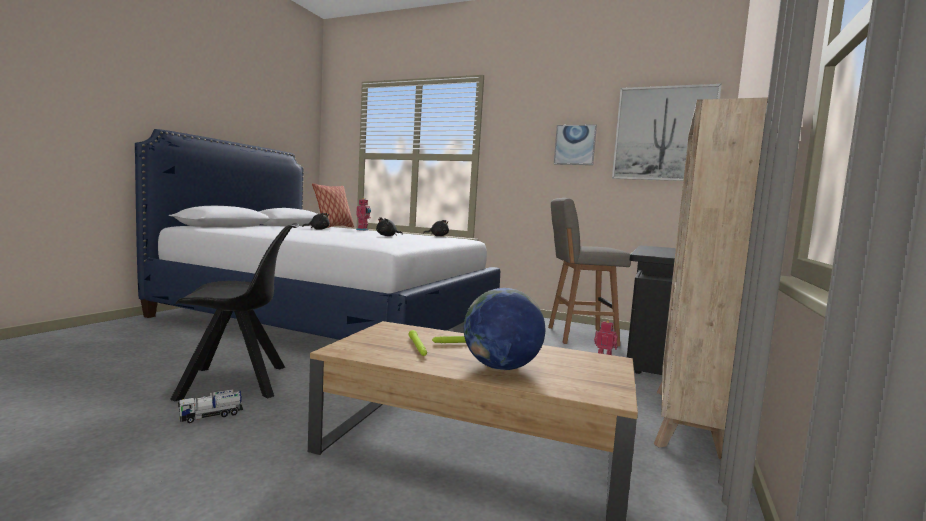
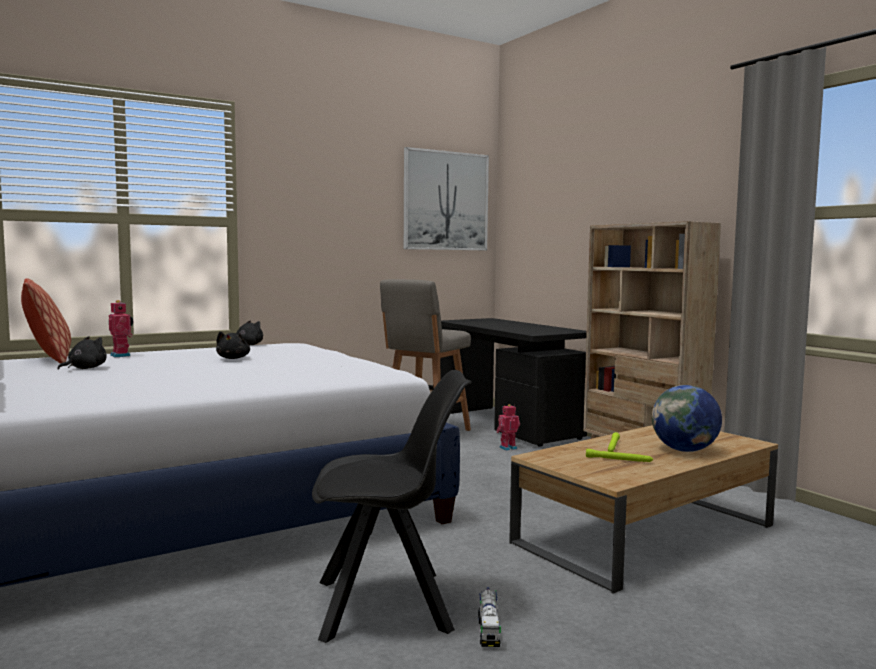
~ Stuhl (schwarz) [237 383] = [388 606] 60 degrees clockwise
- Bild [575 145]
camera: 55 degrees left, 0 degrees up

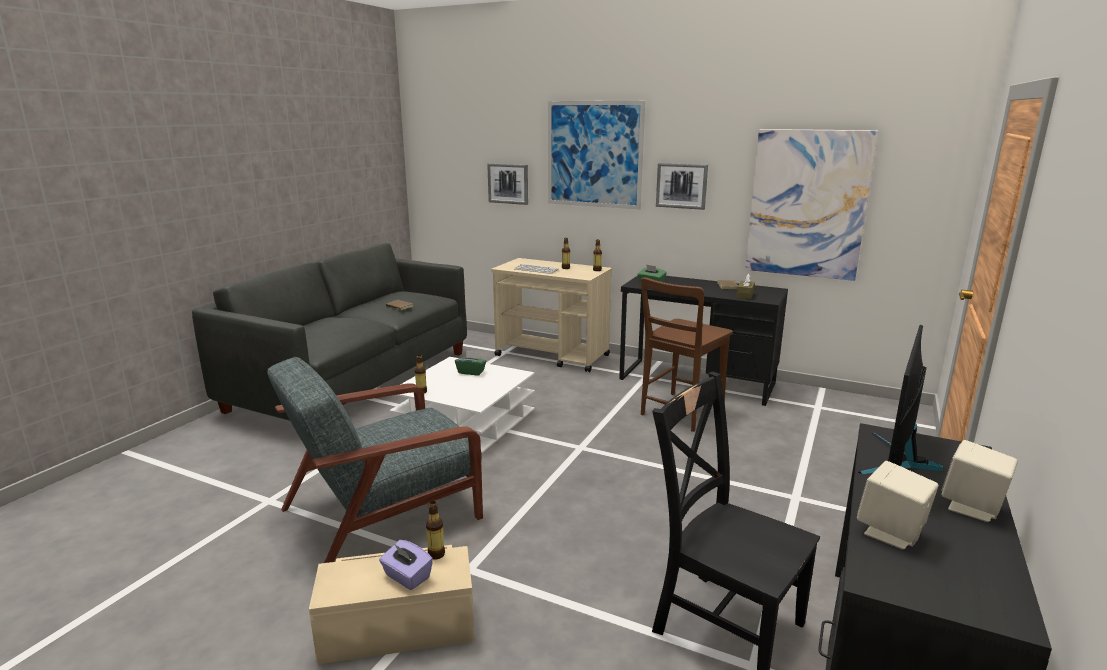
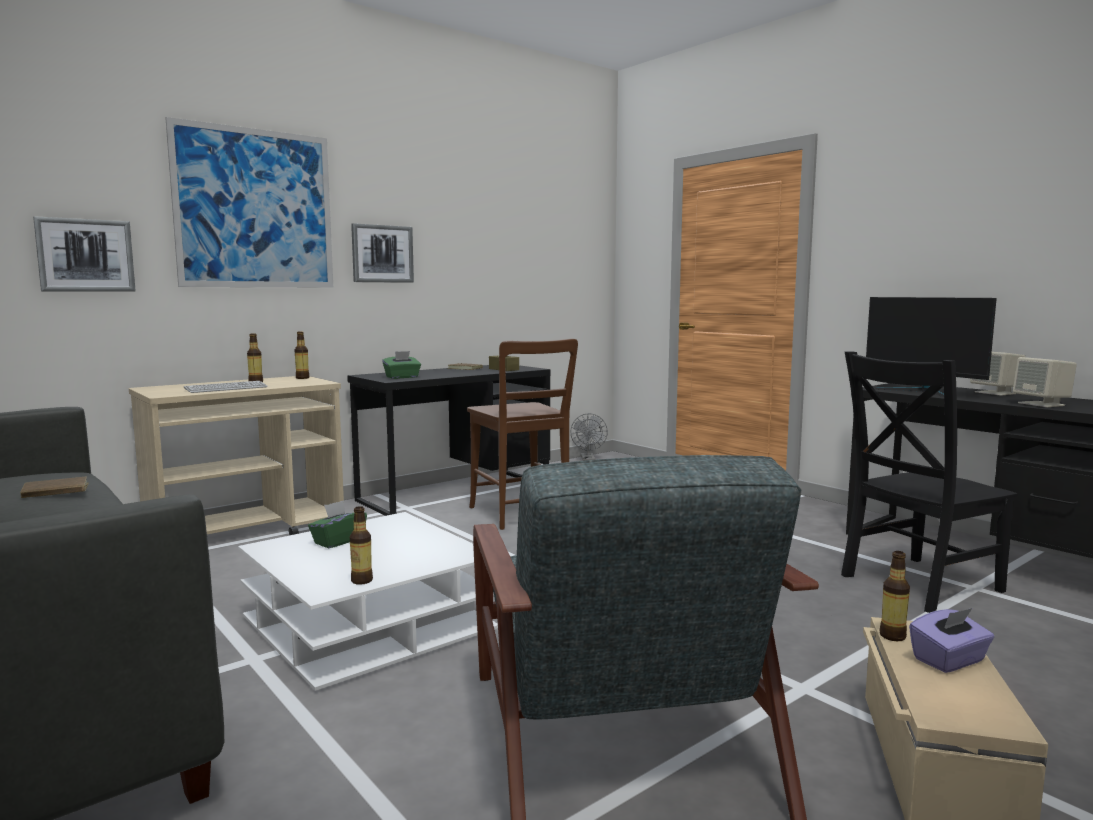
+ Ventilator (grau) [588 459]
- Bild [807 204]
camera: 65 degrees left, 10 degrees down

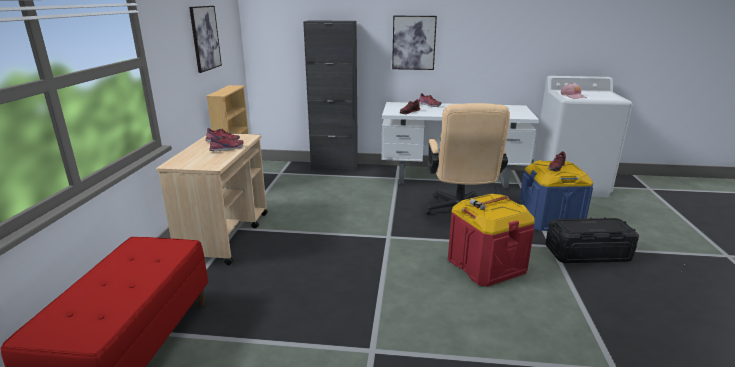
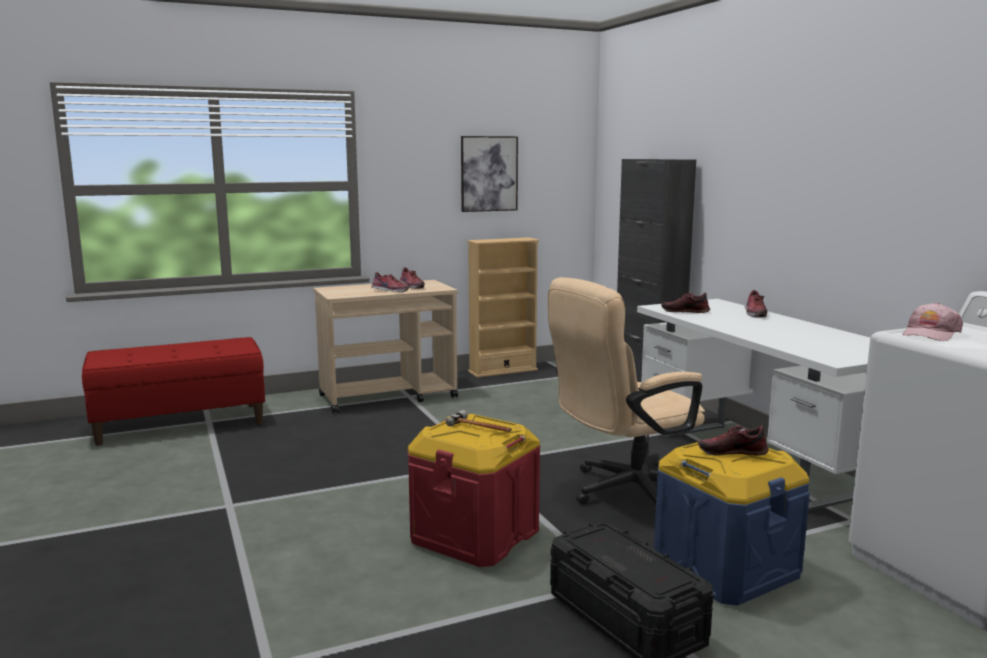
- Bild [413 43]
camera: 60 degrees right, 10 degrees down

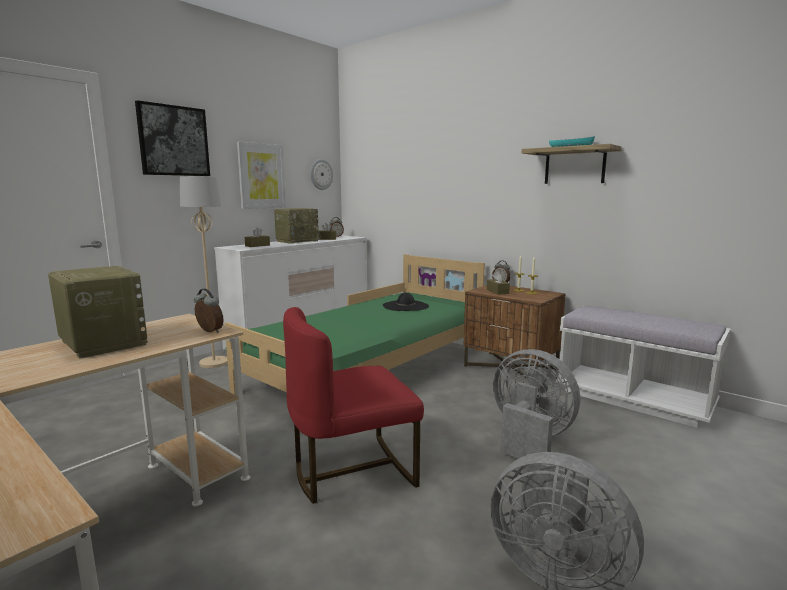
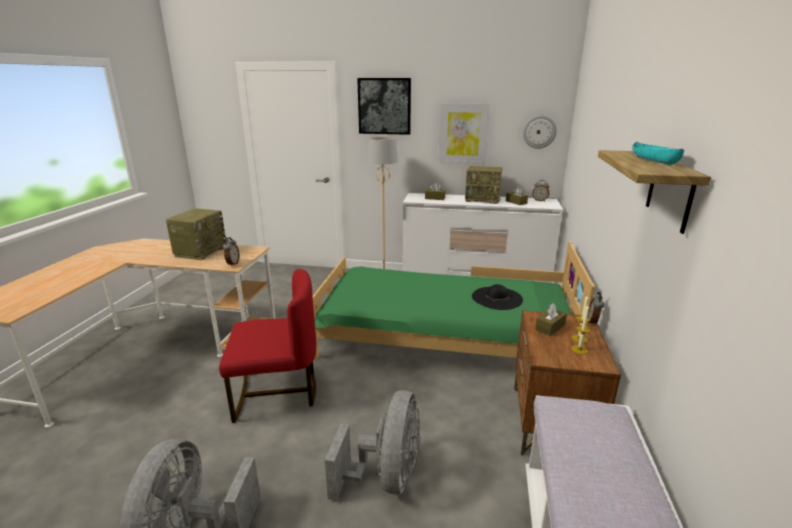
~ Stuhl (rot) [351 471] = [277 393] 135 degrees clockwise
camera: 60 degrees right, 10 degrees up

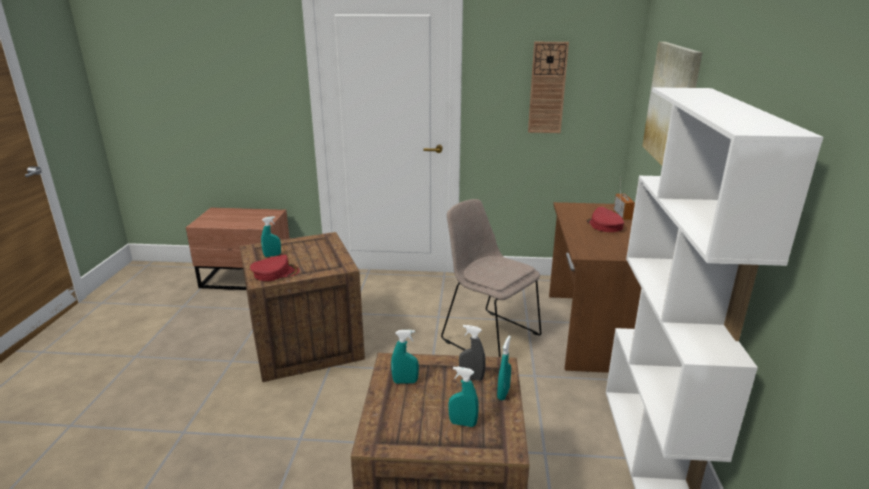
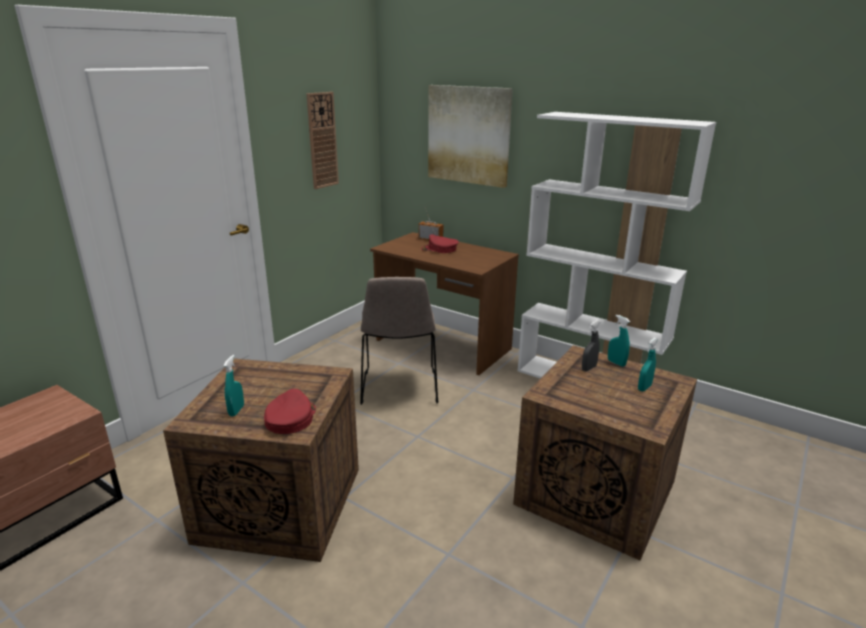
~ Stuhl (beige) [488 336] = [399 389] 75 degrees counterclockwise
- Sprühflasche (türkis) [405 382]
camera: 60 degrees left, 0 degrees up

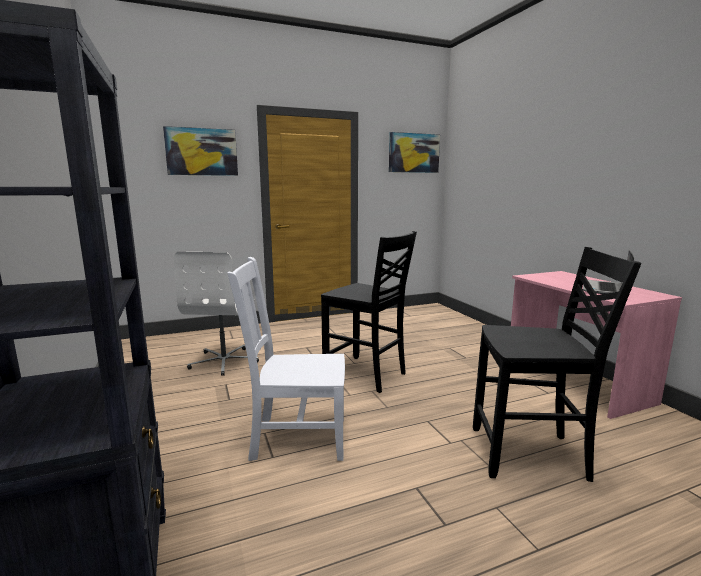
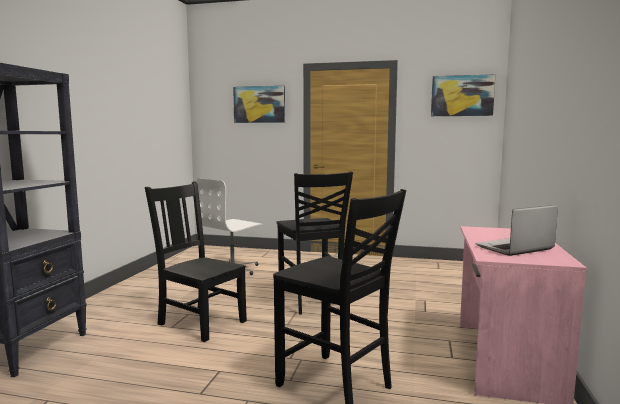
~ Stuhl (weiß) [295 437] to Stuhl (schwarz) [200 322]
camera: 35 degrees right, 5 degrees down

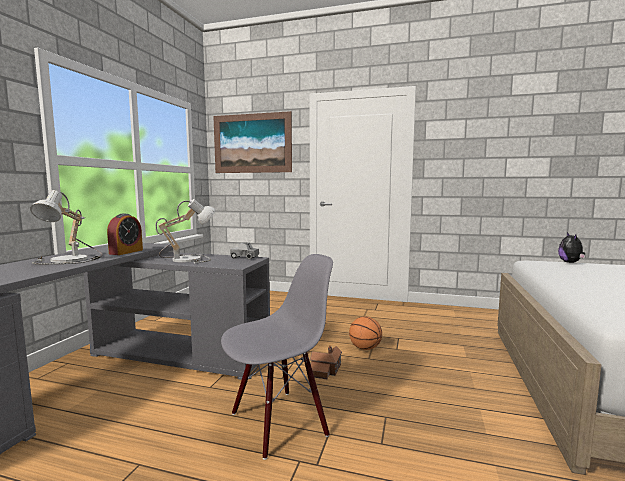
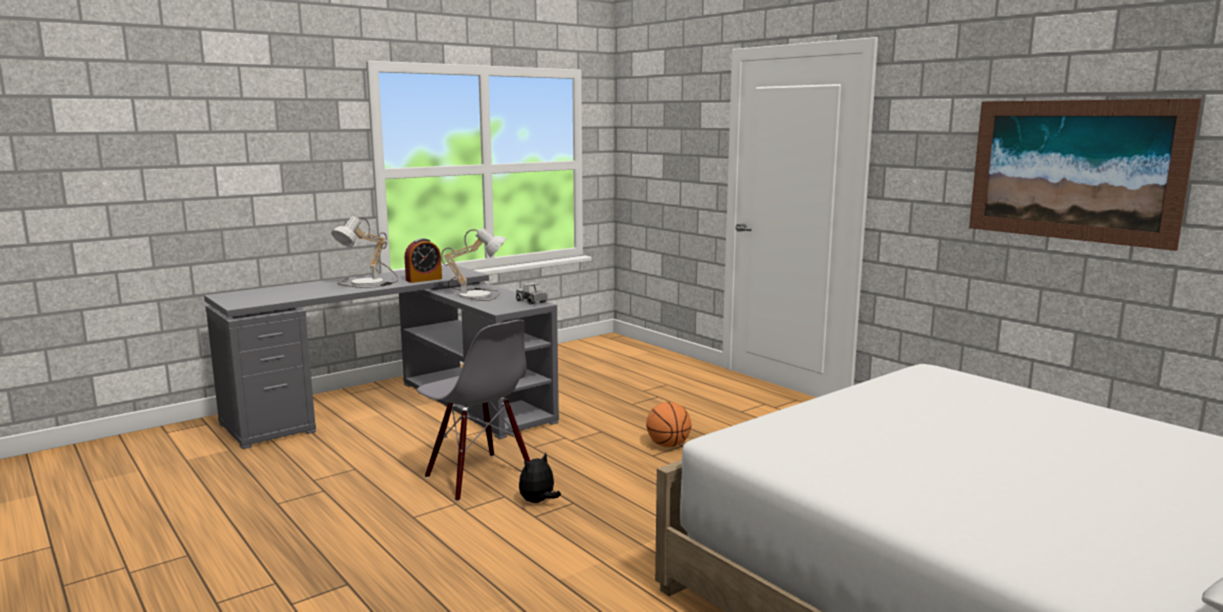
~ Stuhl (grau) [278 422] = [478 476] 45 degrees clockwise
~ Plüschtier [571 262] to [538 502]
~ Bild [252 143] to [1073 170]
- Spielzeughaus [325 370]
camera: 35 degrees right, 5 degrees up

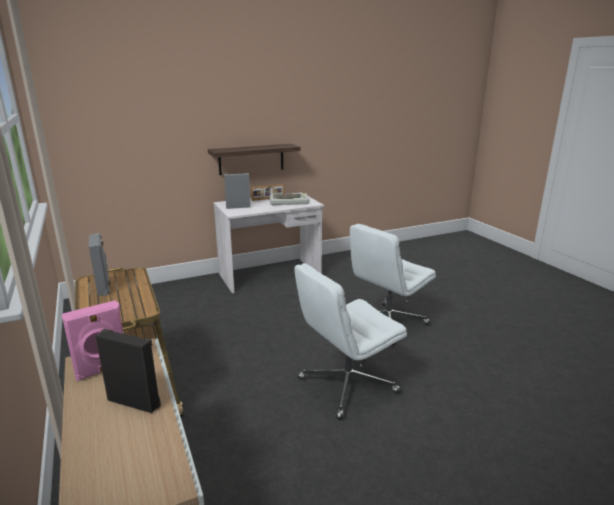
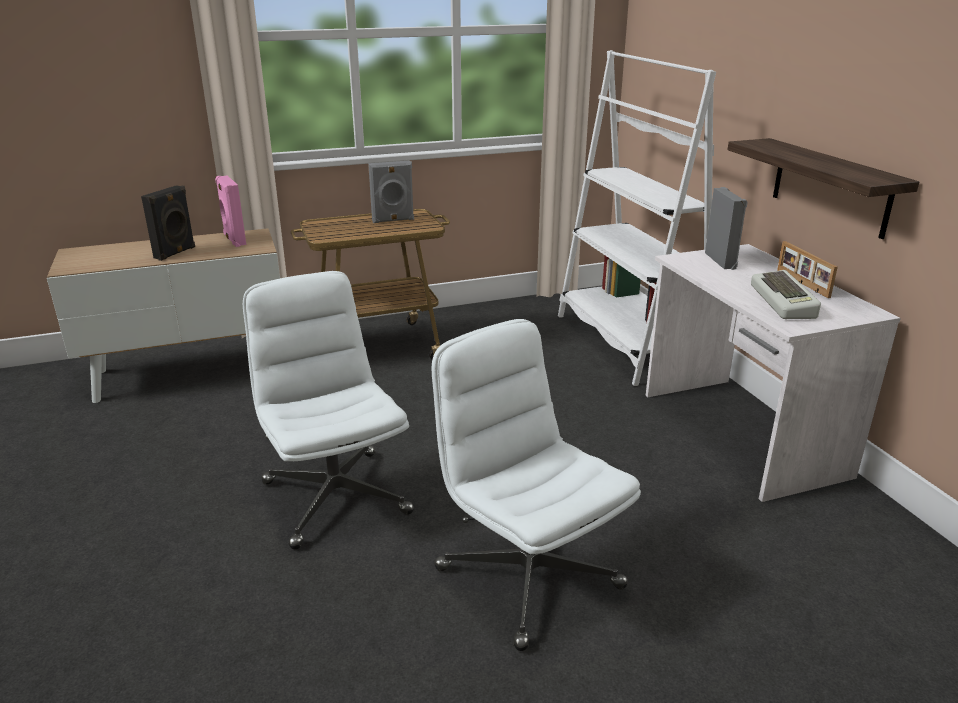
+ Bücherregal (weiß) [628 341]
camera: 95 degrees right, 5 degrees up

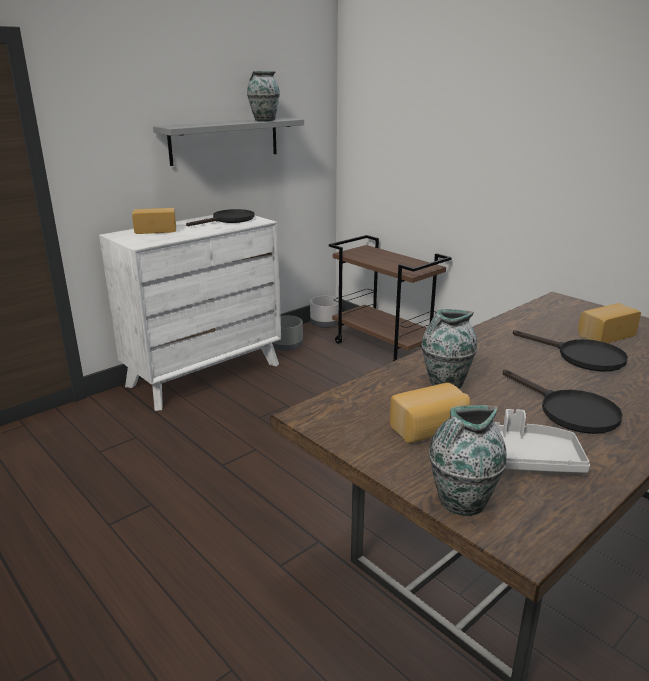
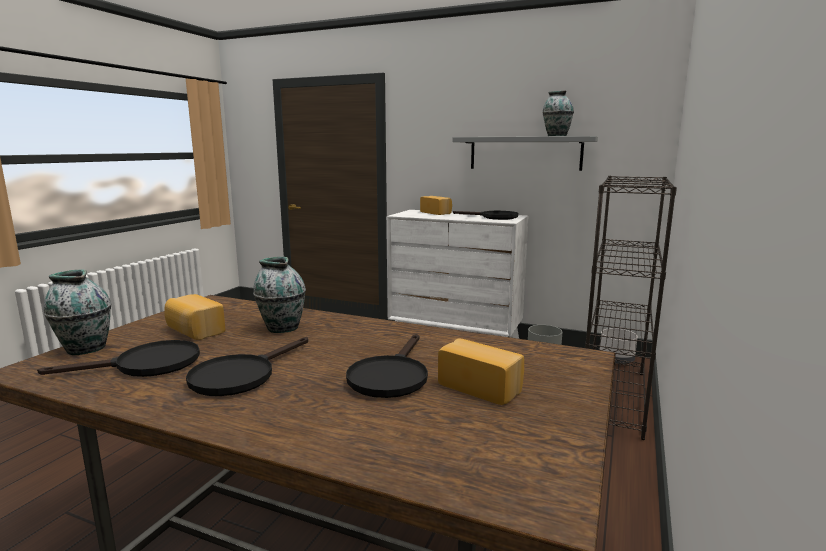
~ Tablett (grau) [531 458] to Pfanne (schwarz) [146 365]
~ Rollwagen (braun) [384 348] to Bücherregal (schwarz) [614 398]
camera: 65 degrees right, 10 degrees down

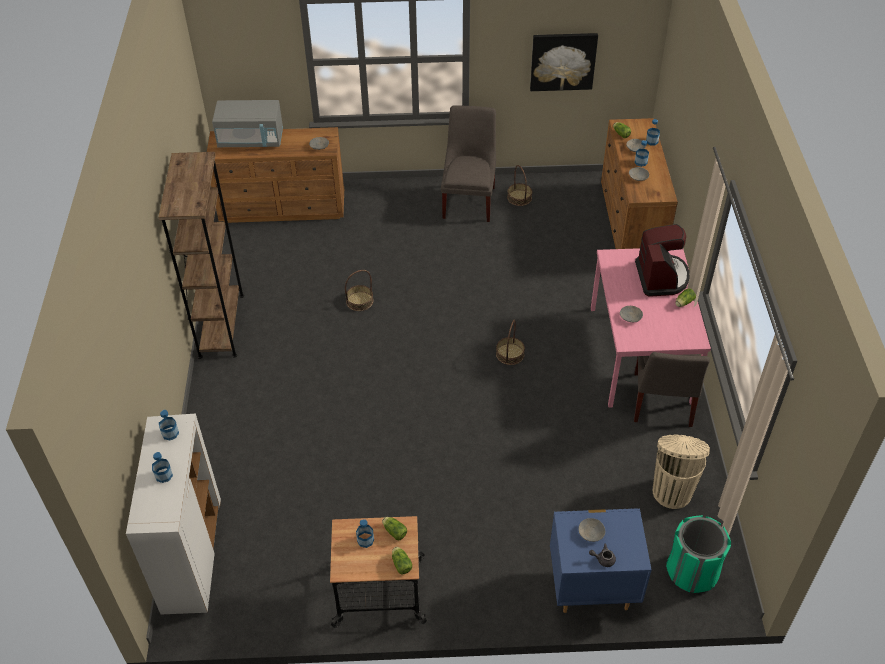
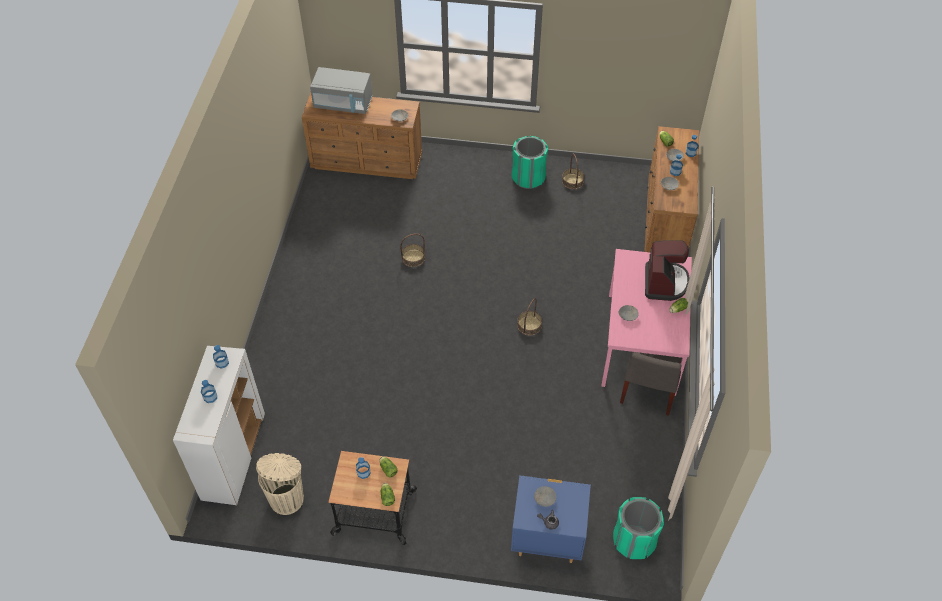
~ Mülleimer (beige) [672 491] to [287 498]
~ Stuhl (grau) [469 200] to Mülleimer (grün) [528 177]
- Bücherregal (braun) [221 325]
- Bild [563 61]
camera: 10 degrees right, 5 degrees up

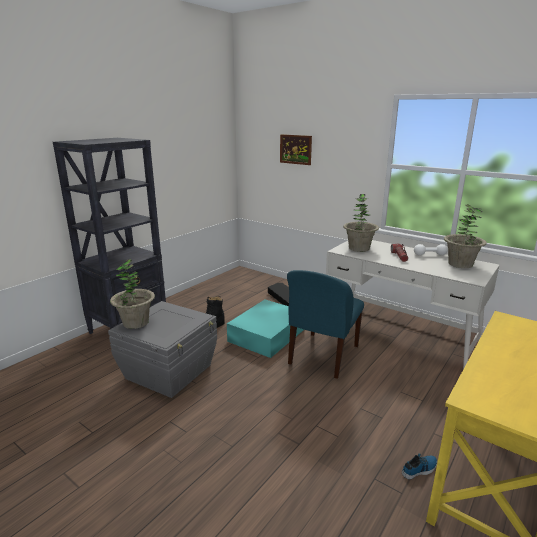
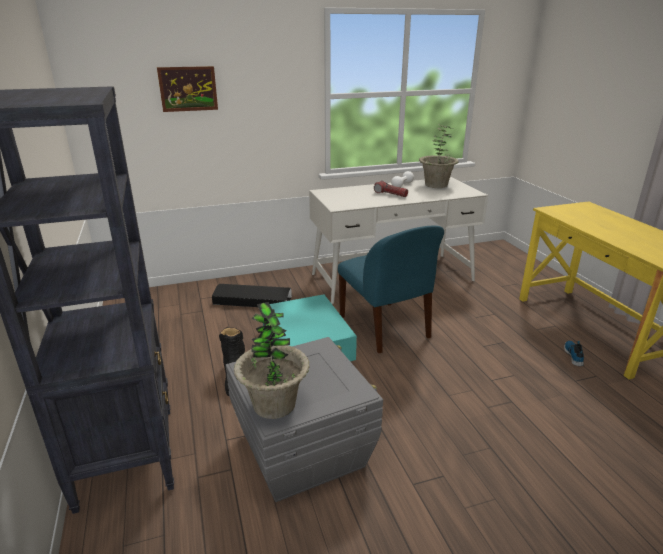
- Topfpflanze [359 248]
camera: 55 degrees left, 5 degrees up

